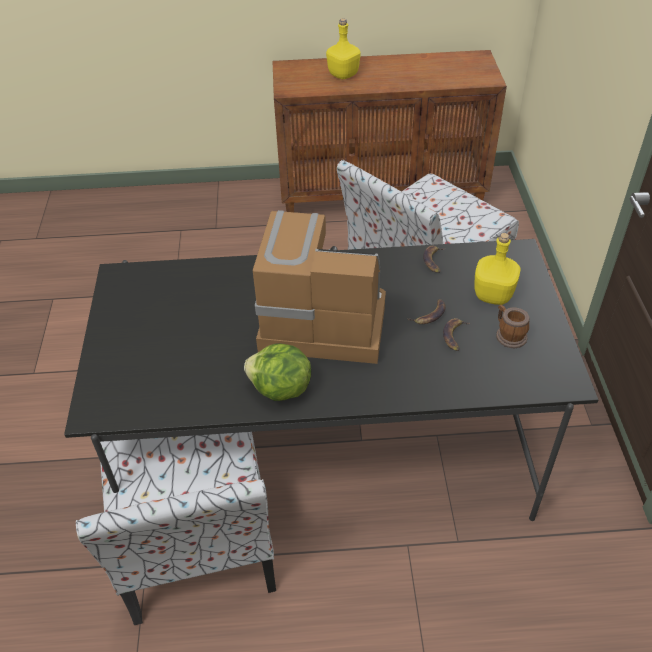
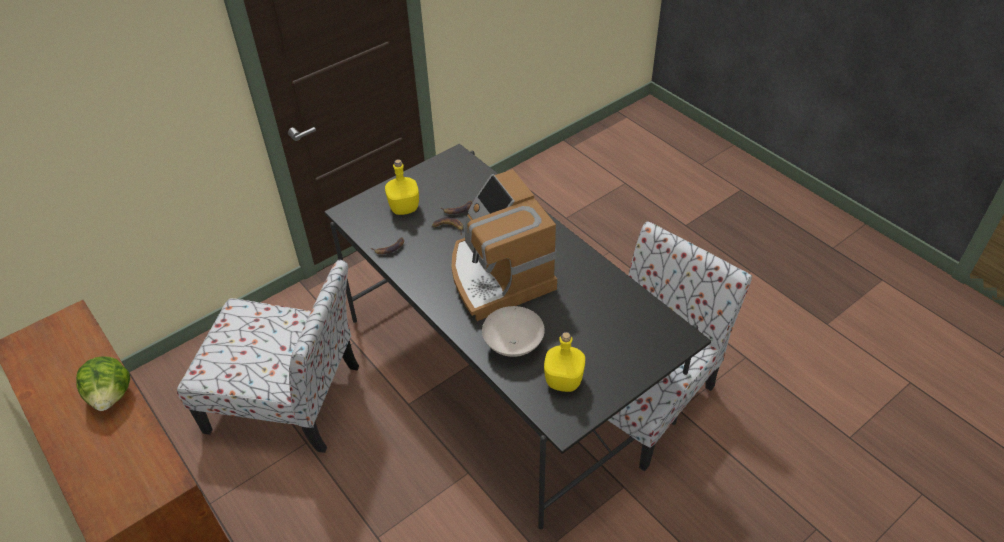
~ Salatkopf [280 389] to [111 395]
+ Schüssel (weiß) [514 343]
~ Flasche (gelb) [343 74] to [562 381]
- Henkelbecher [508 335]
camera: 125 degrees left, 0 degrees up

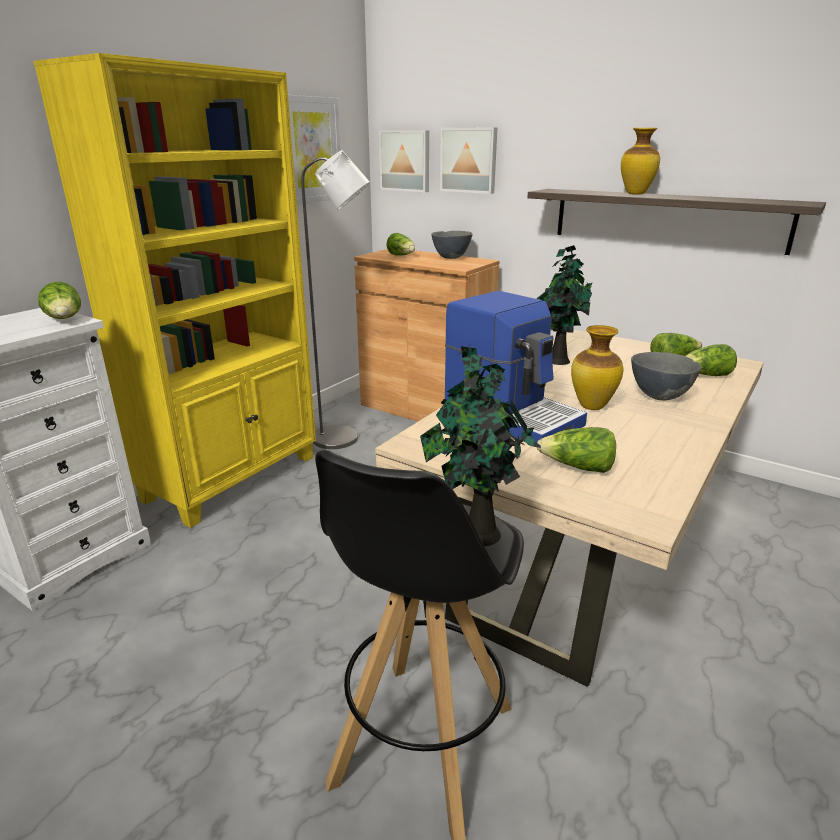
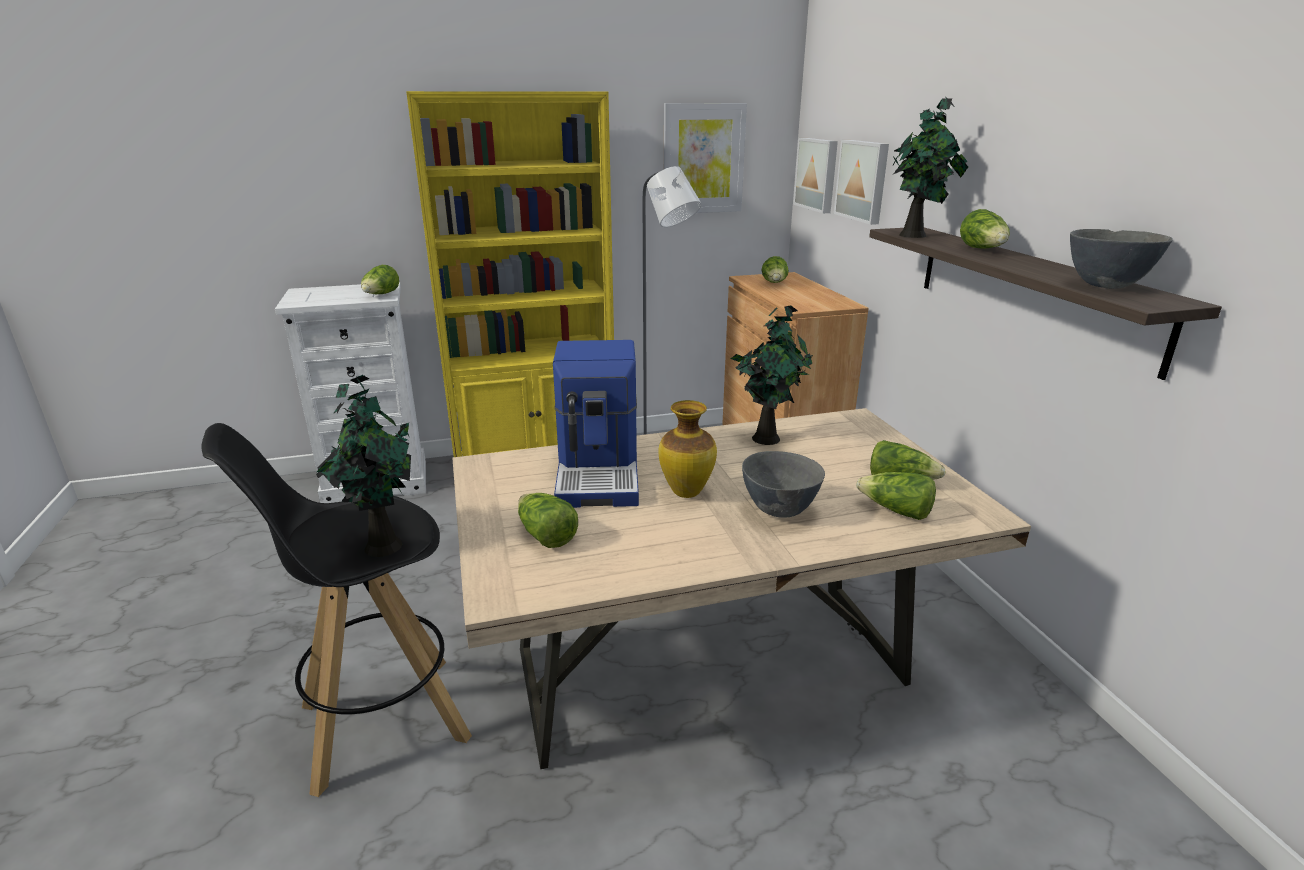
+ Topfpflanze [915 235]
~ Vase [635 194] to Salatkopf [983 250]
~ Schüssel (grau) [450 258] to [1105 286]
camera: 40 degrees right, 0 degrees up

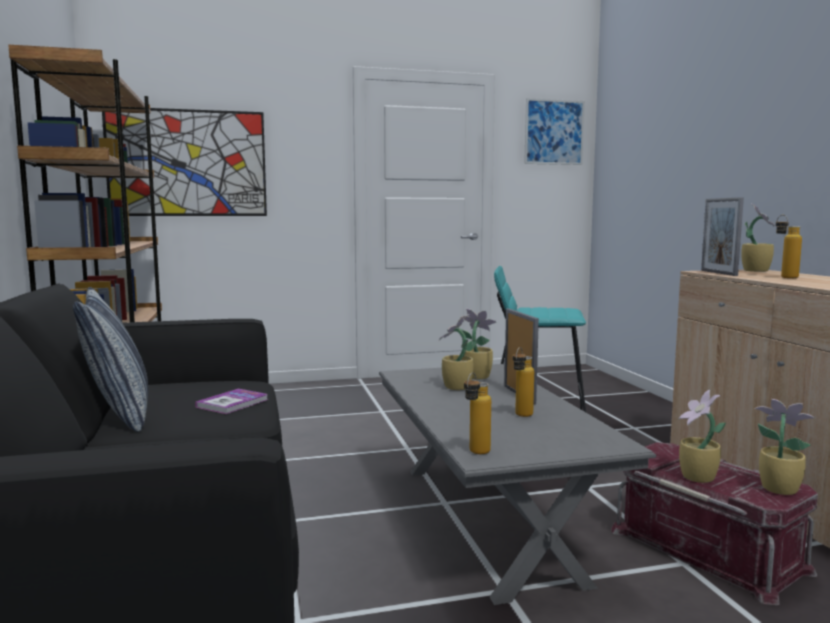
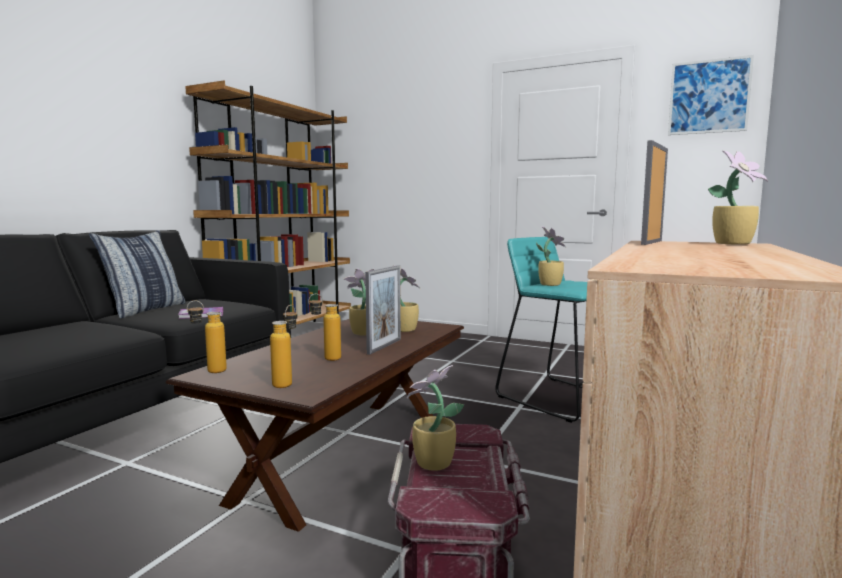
~ Couchtisch (grau) [486 519] to Couchtisch (braun) [345 452]
~ Flasche [784 277] to [287 383]
~ Topfpflanze [777 488] to [550 284]
- Bild [187 163]
camera: 40 degrees right, 0 degrees up

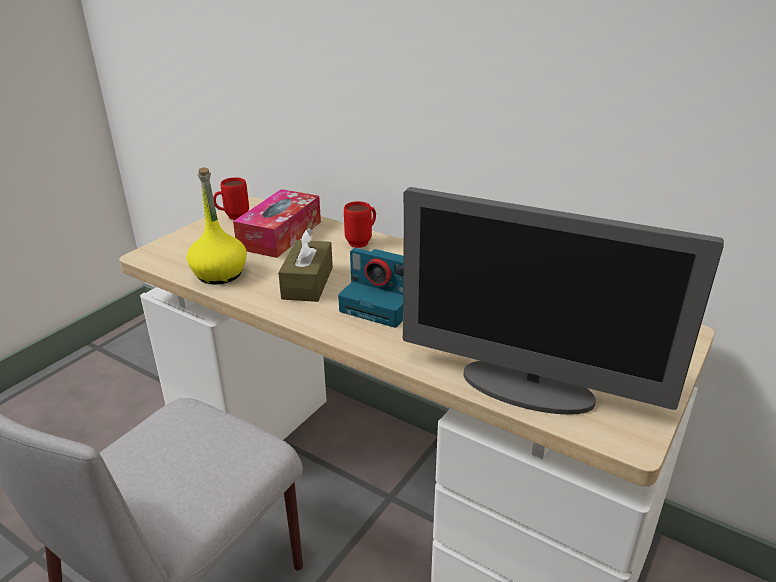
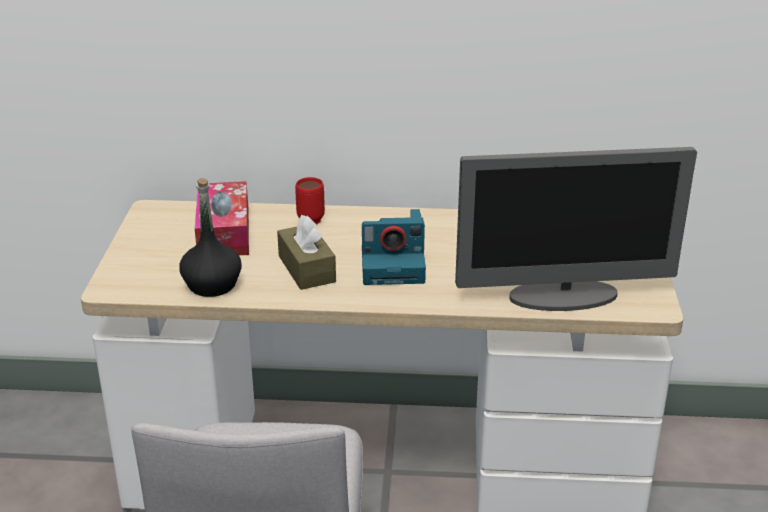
~ Flasche (gelb) [220 274] to Flasche (schwarz) [212 285]
- Henkelbecher (rot) [232 218]
camera: 30 degrees left, 0 degrees up

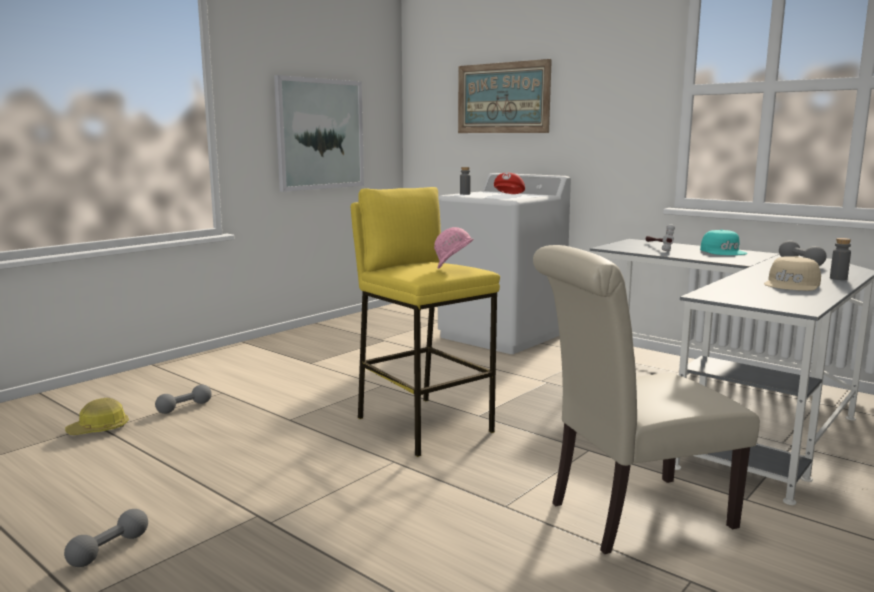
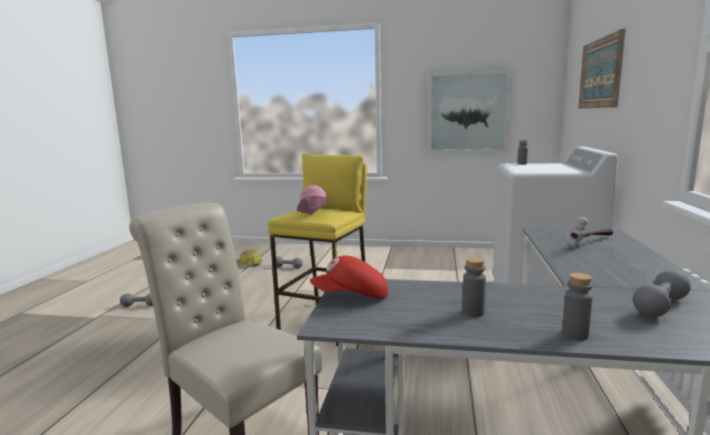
~ Kappe (rot) [508 195] to [351 297]
~ Kappe (beige) [793 284] to Flasche (grau) [473 312]
- Kappe (türkis) [723 251]
camera: 60 degrees right, 0 degrees up

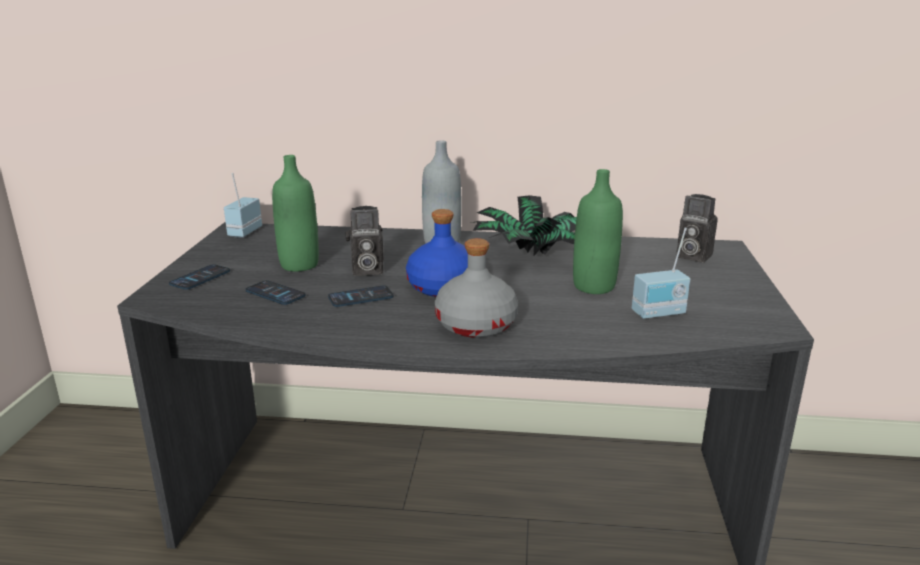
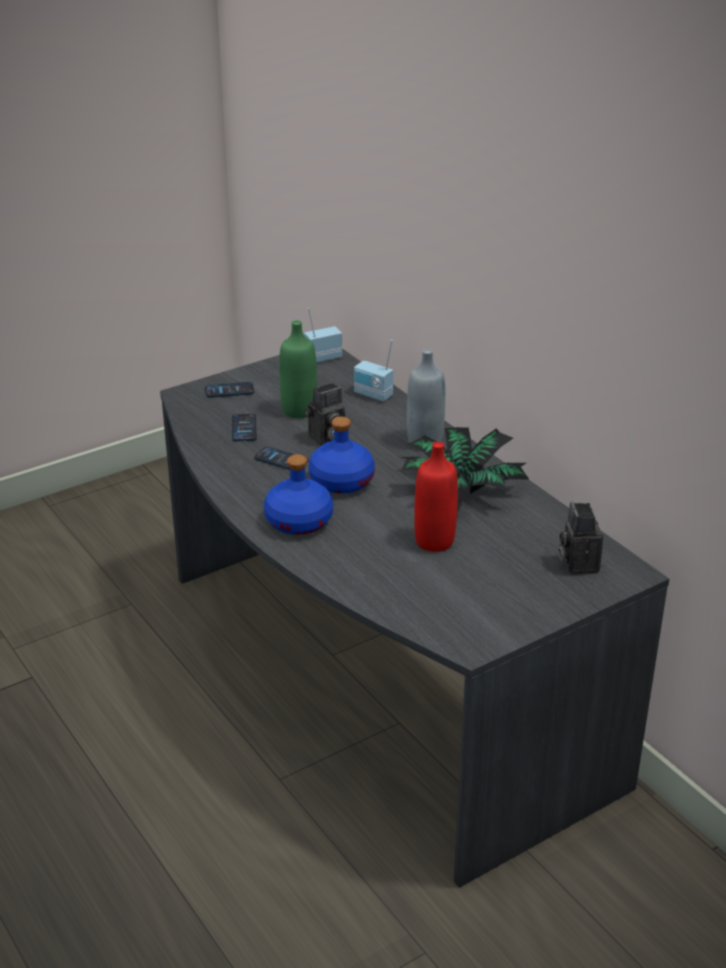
~ Flasche (grau) [477 325] to Flasche (blau) [299 522]
~ Kamera [365 271] = [326 439] 75 degrees counterclockwise
~ Radio [659 314] to [372 395]
~ Flasche (grün) [594 286] to Flasche (rot) [434 541]
camera: 50 degrees right, 10 degrees up

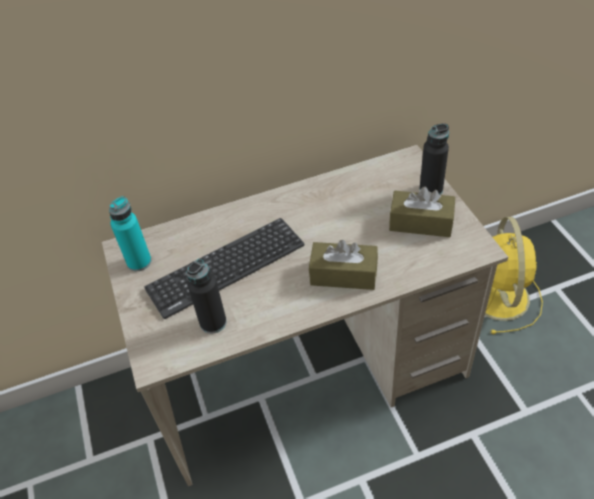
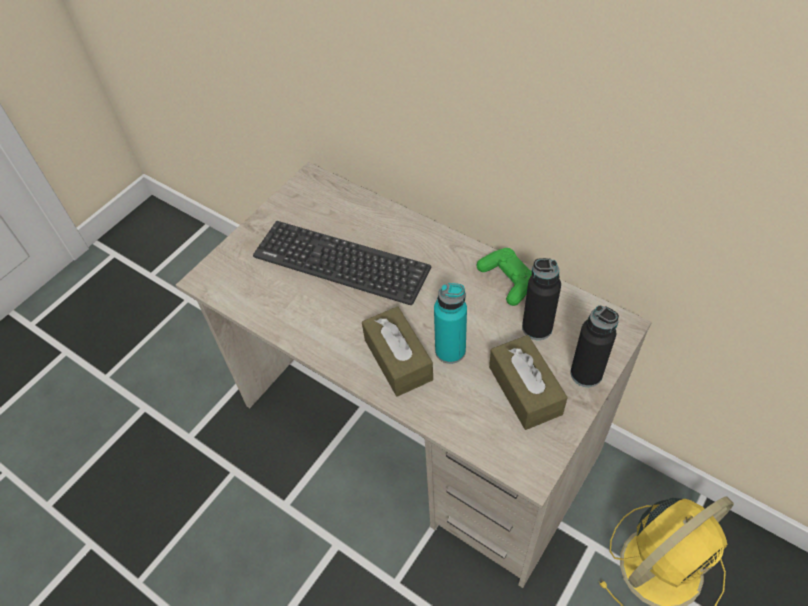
~ Flasche (türkis) [139 262] to [450 351]
+ Gamepad (grün) [507 280]
~ Flasche (schwarz) [213 322] to [537 328]
camera: 55 degrees right, 5 degrees up

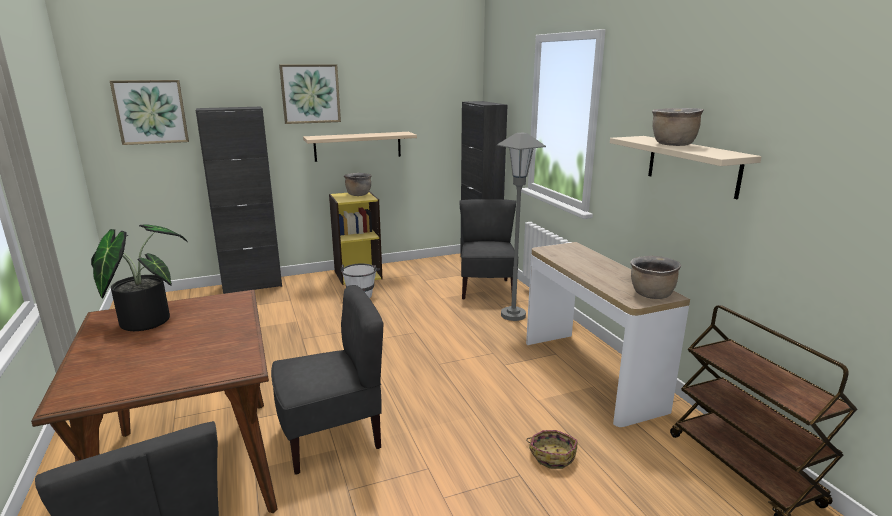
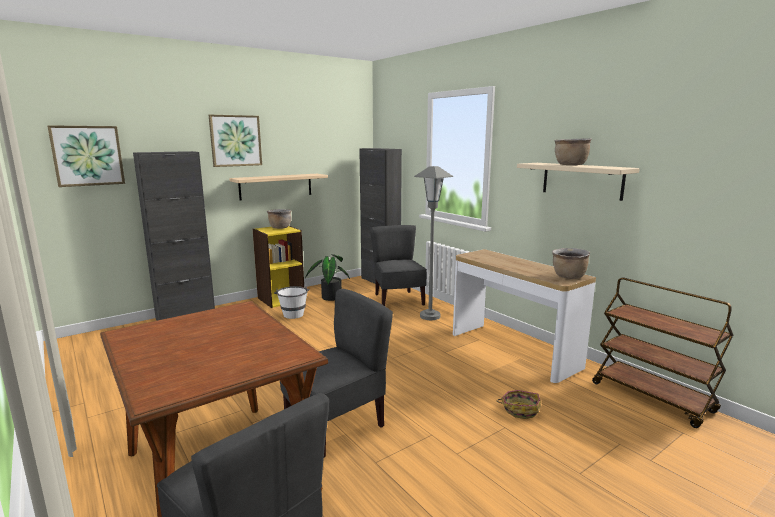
~ Topfpflanze [144 319] to [330 297]
camera: 15 degrees left, 5 degrees down

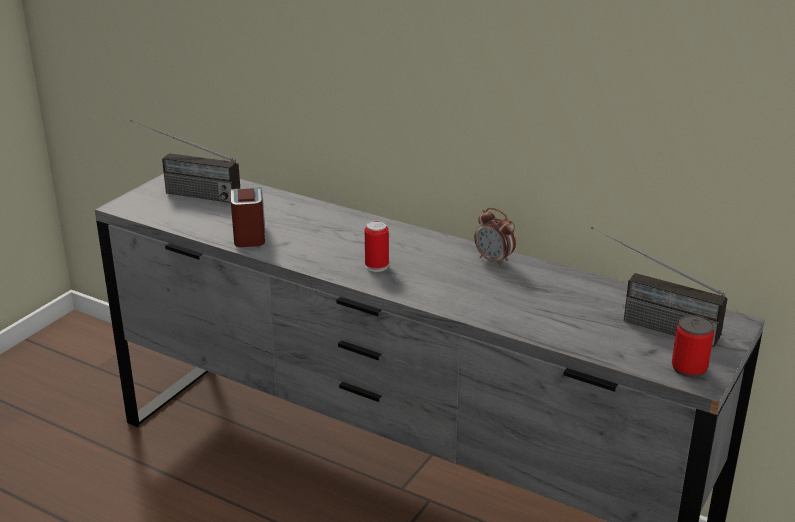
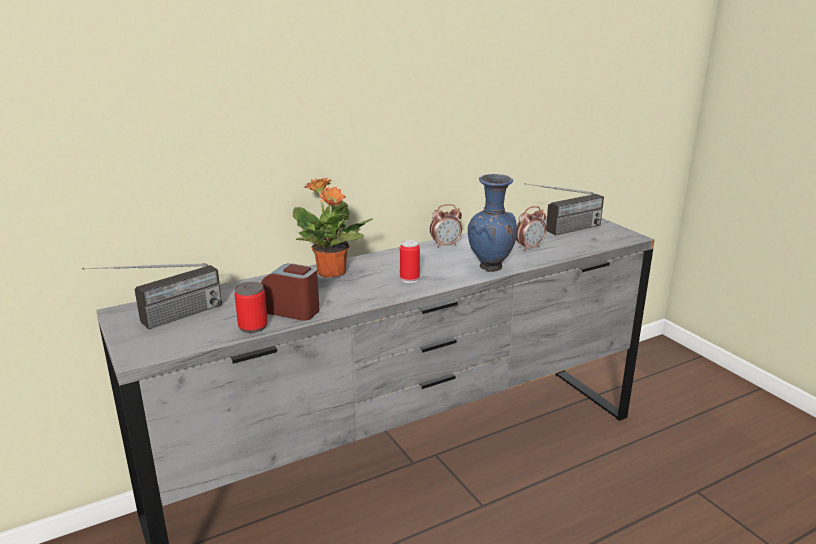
~ Dose [689 368] to [253 326]
+ Topfpflanze [331 273]
+ Vase (blau) [491 268]
+ Wecker [529 247]
camera: 60 degrees left, 5 degrees down

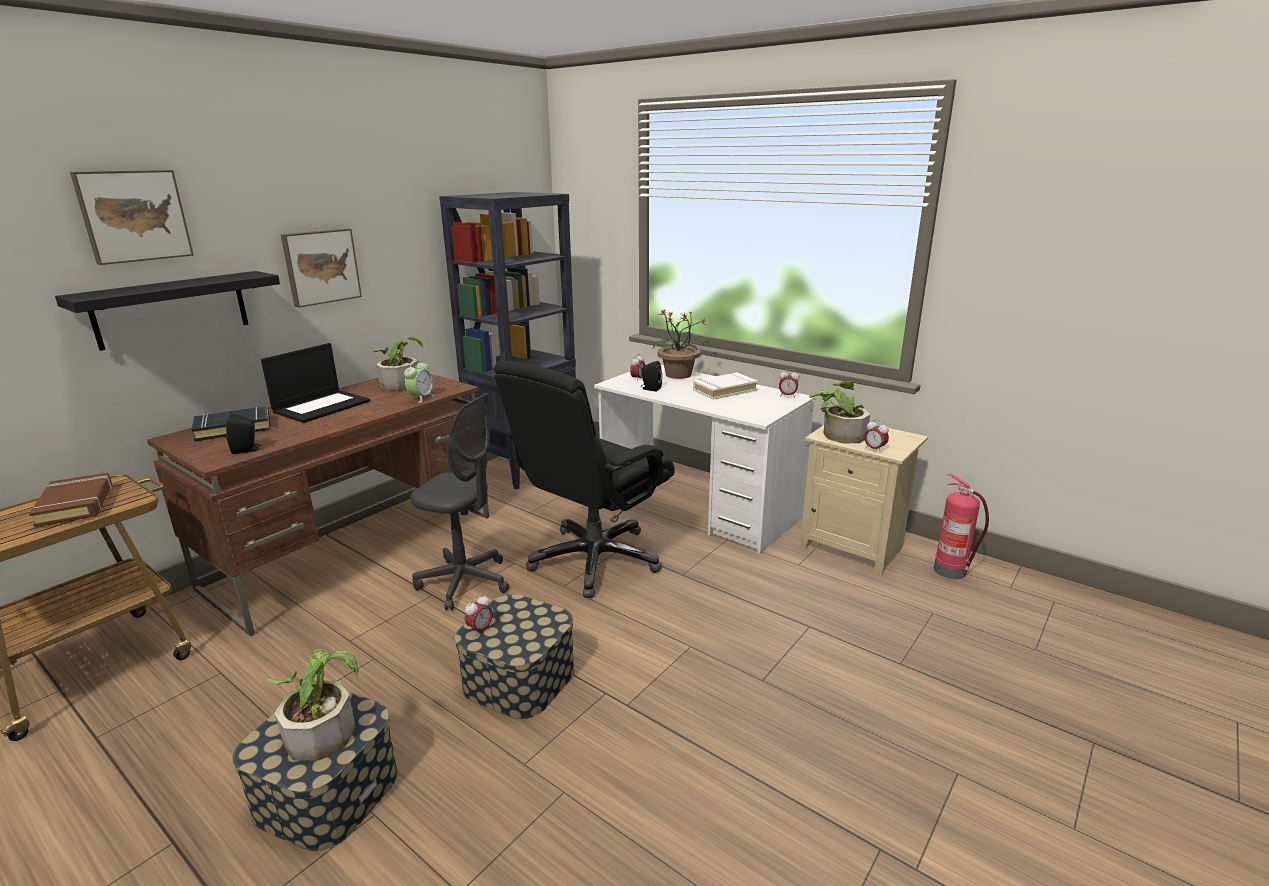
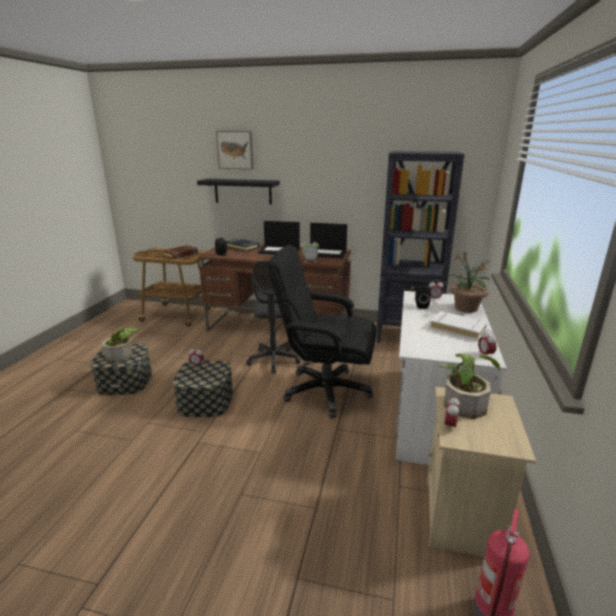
~ Topfpflanze [402 383] to Laptop [326 253]
- Bild [320 266]
camera: 65 degrees right, 0 degrees up

